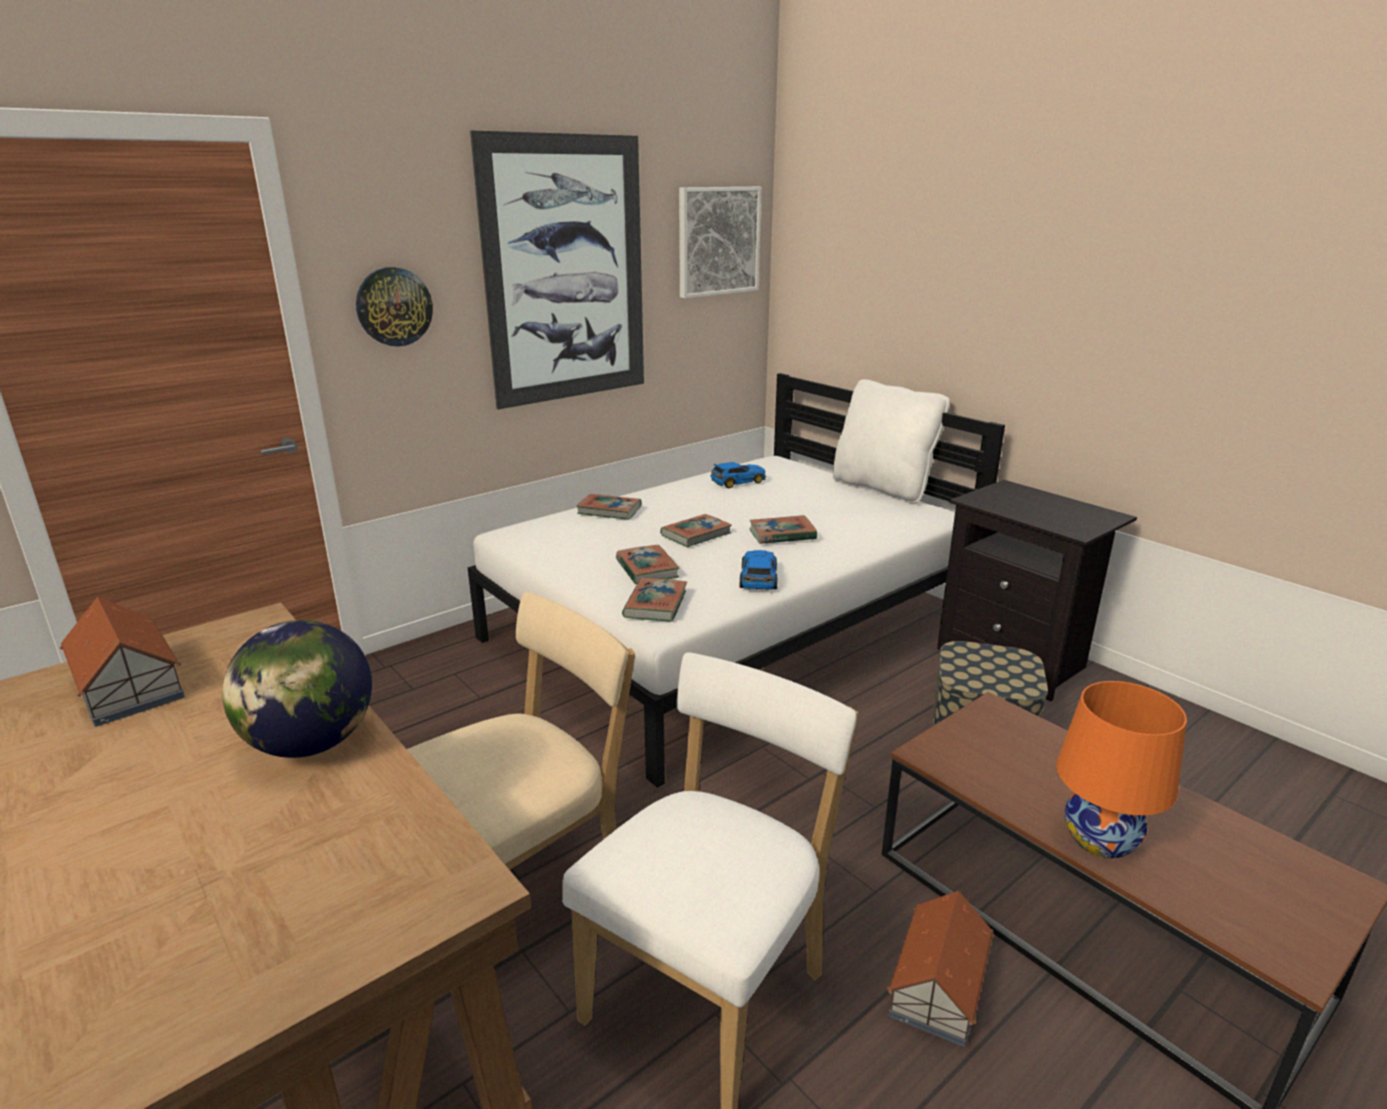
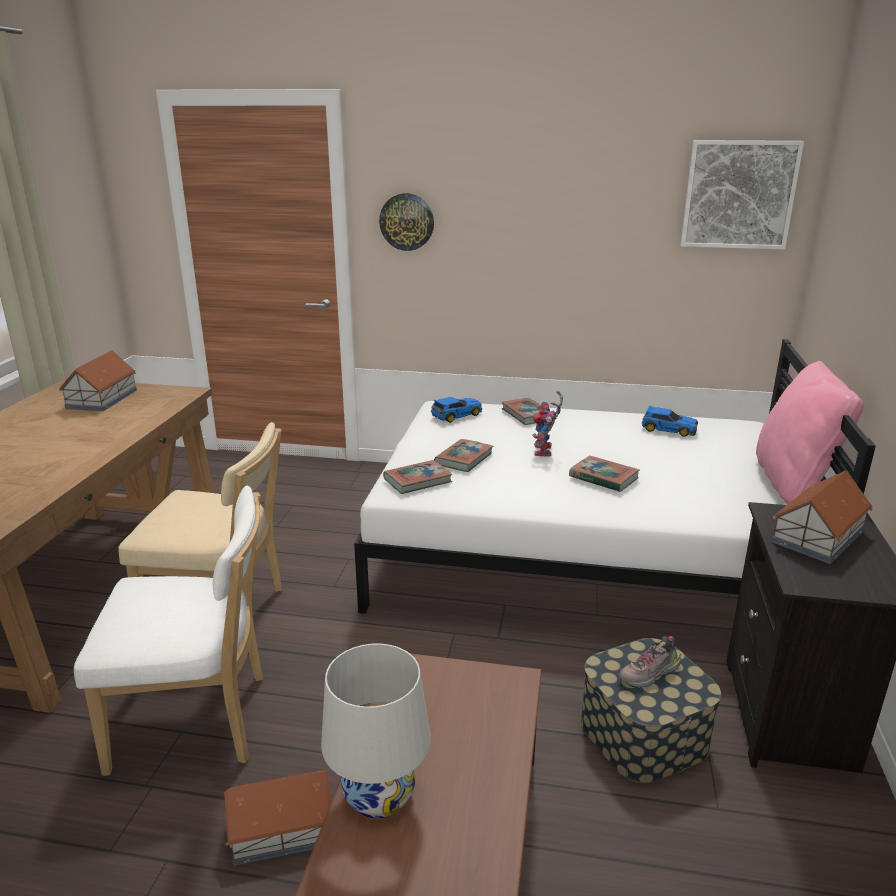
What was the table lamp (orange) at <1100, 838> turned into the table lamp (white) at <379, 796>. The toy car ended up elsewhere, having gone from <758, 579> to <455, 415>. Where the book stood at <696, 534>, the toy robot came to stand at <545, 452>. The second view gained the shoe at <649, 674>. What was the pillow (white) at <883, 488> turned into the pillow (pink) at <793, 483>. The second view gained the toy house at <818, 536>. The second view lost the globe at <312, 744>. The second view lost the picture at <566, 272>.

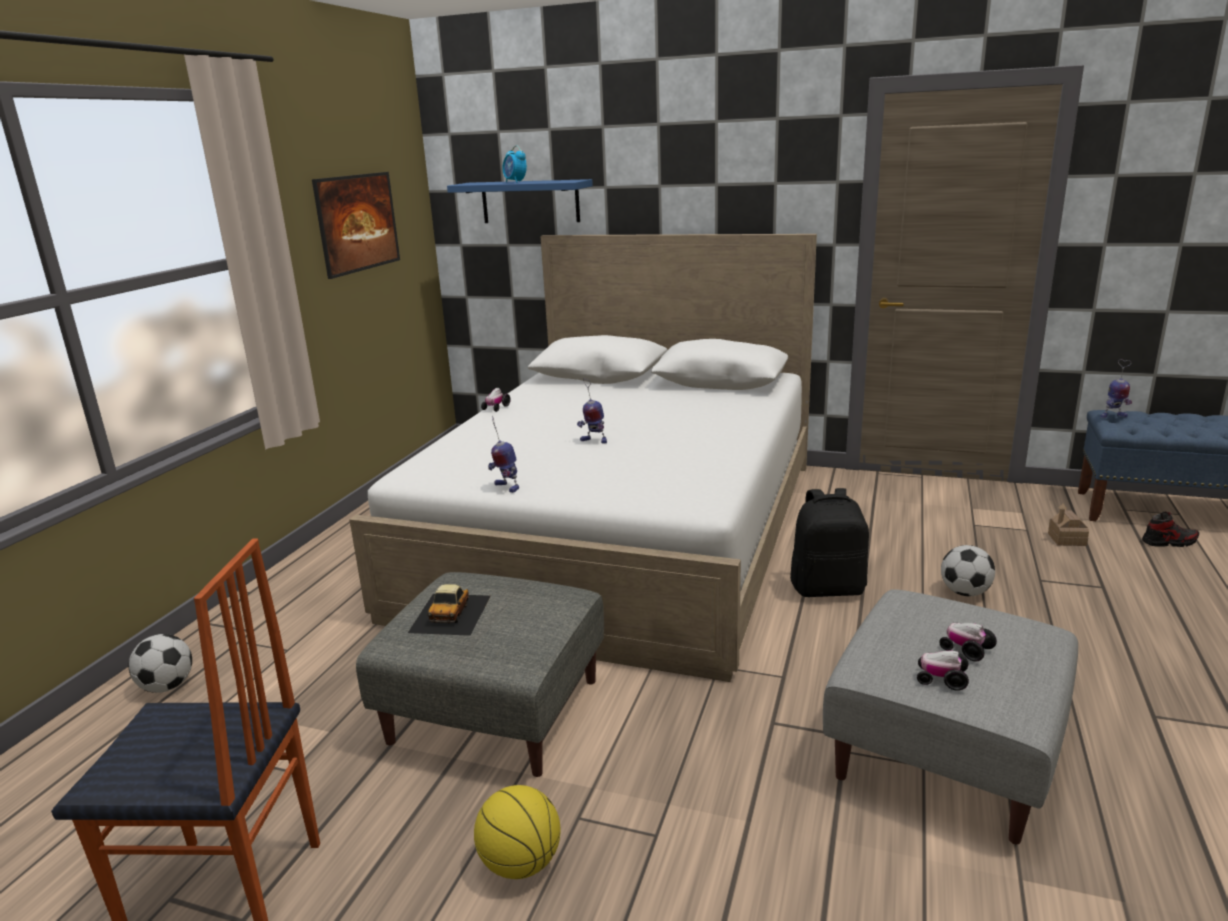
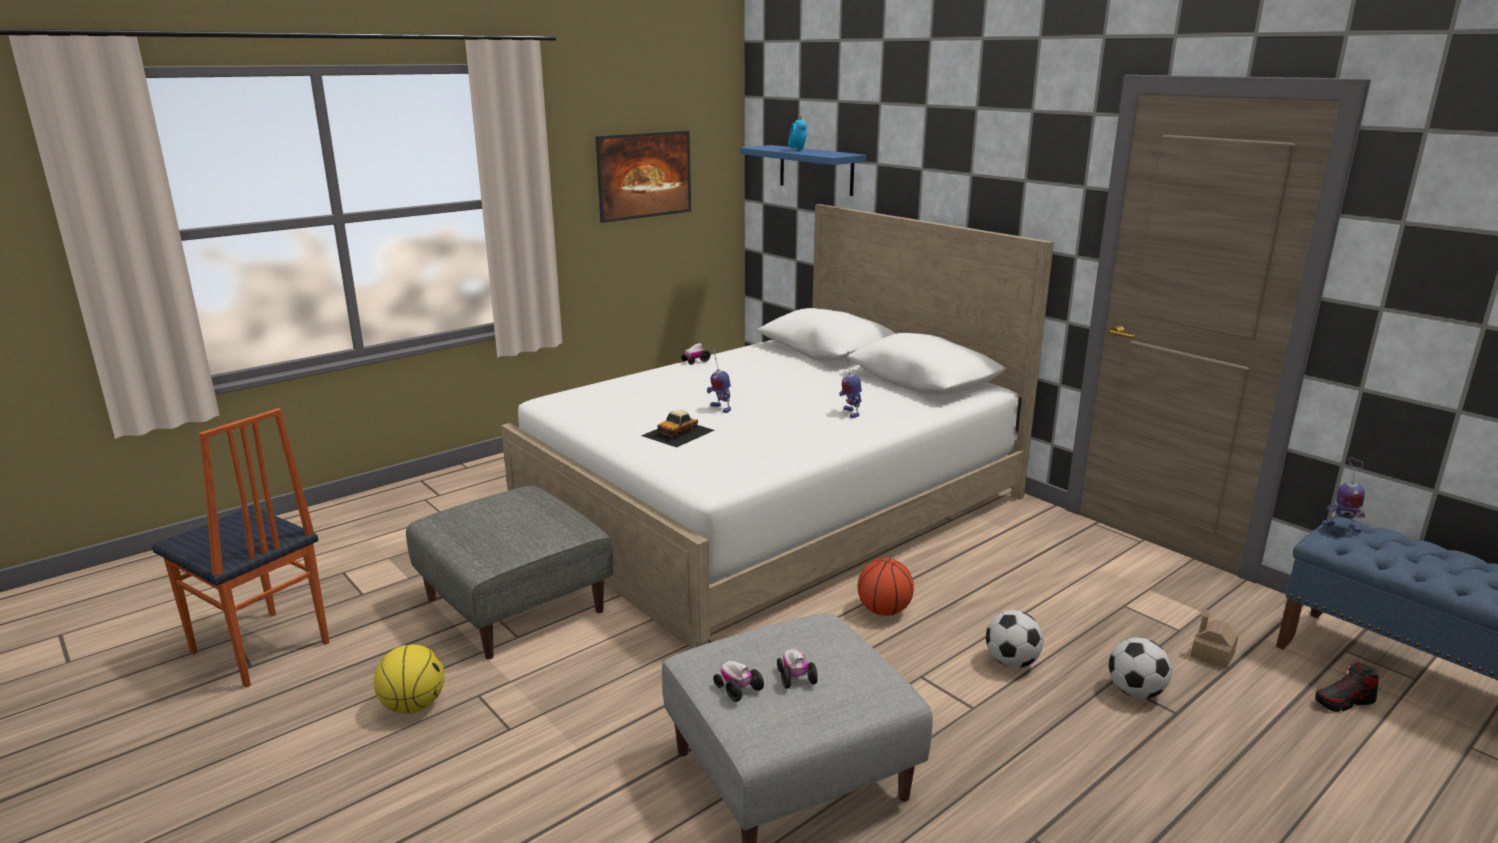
The toy car ended up elsewhere, having gone from <451, 613> to <678, 433>. The toy robot ended up elsewhere, having gone from <506, 487> to <850, 413>. Where the backpack (black) stood at <828, 588>, the basketball came to stand at <883, 611>. The football ended up elsewhere, having gone from <168, 686> to <1136, 692>. The shoe at <1169, 542> ended up facing another way, 135 degrees clockwise from before.

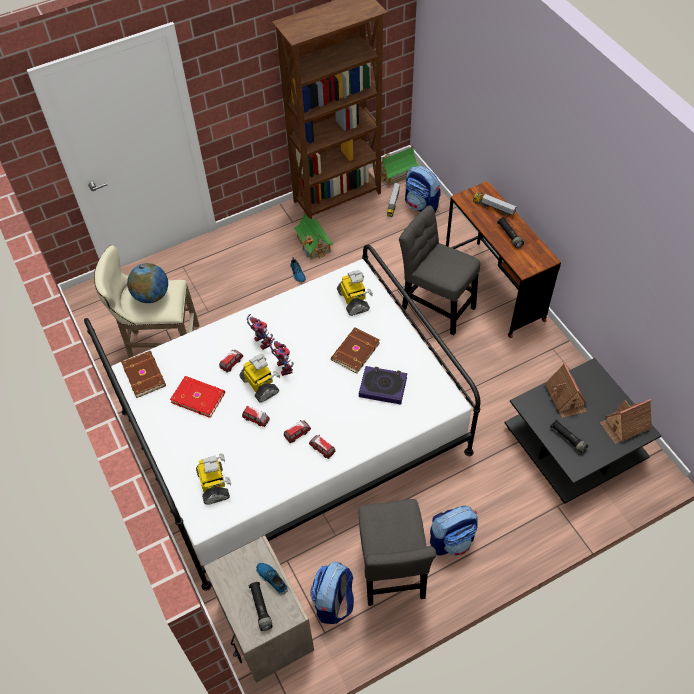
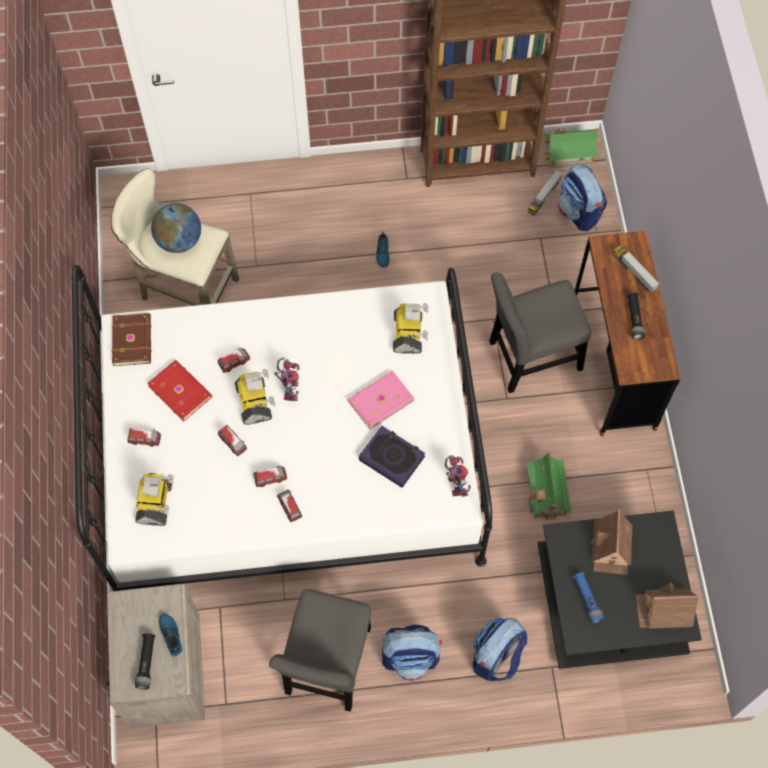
The second view gained the toy car at <145, 439>. What was the book (brown) at <354, 351> turned into the book (pink) at <379, 400>. The toy robot ended up elsewhere, having gone from <260, 341> to <454, 483>. The backpack ended up elsewhere, having gone from <334, 602> to <496, 657>. The chair (grey) at <435, 305> ended up facing another way, 75 degrees counterclockwise from before. The toy house ended up elsewhere, having gone from <314, 244> to <547, 493>. What was the flashlight (black) at <568, 438> turned into the flashlight (blue) at <587, 599>.

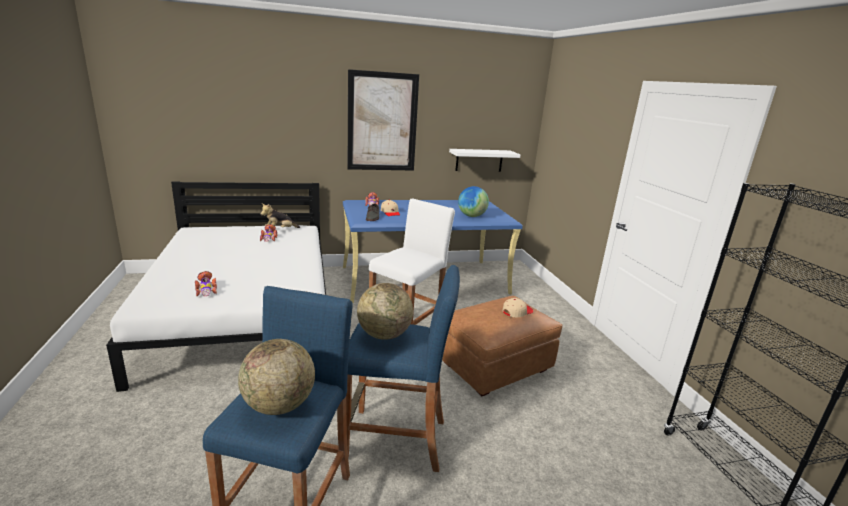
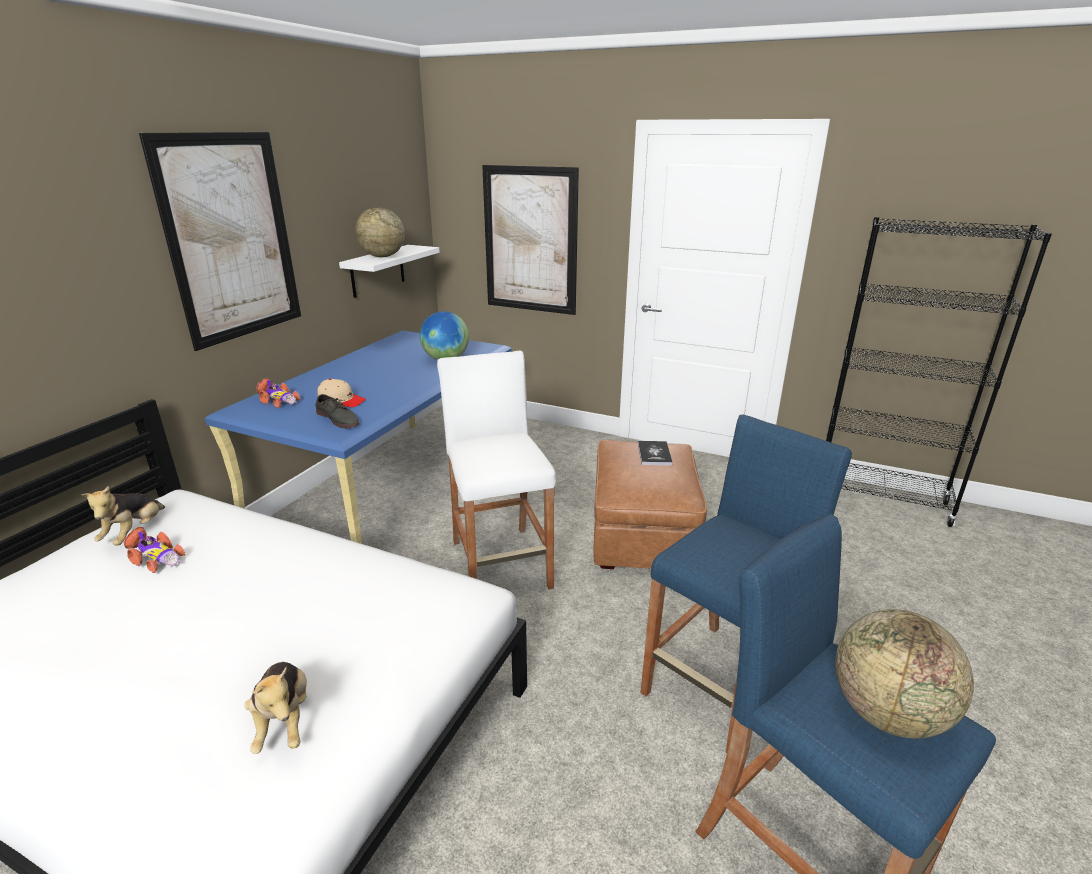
Where the toy car stood at <206, 290>, the plush toy came to stand at <284, 721>. The globe ended up elsewhere, having gone from <384, 335> to <382, 256>. The second view gained the picture at <530, 241>. Where the cap (beige) stood at <517, 312>, the book came to stand at <654, 454>.

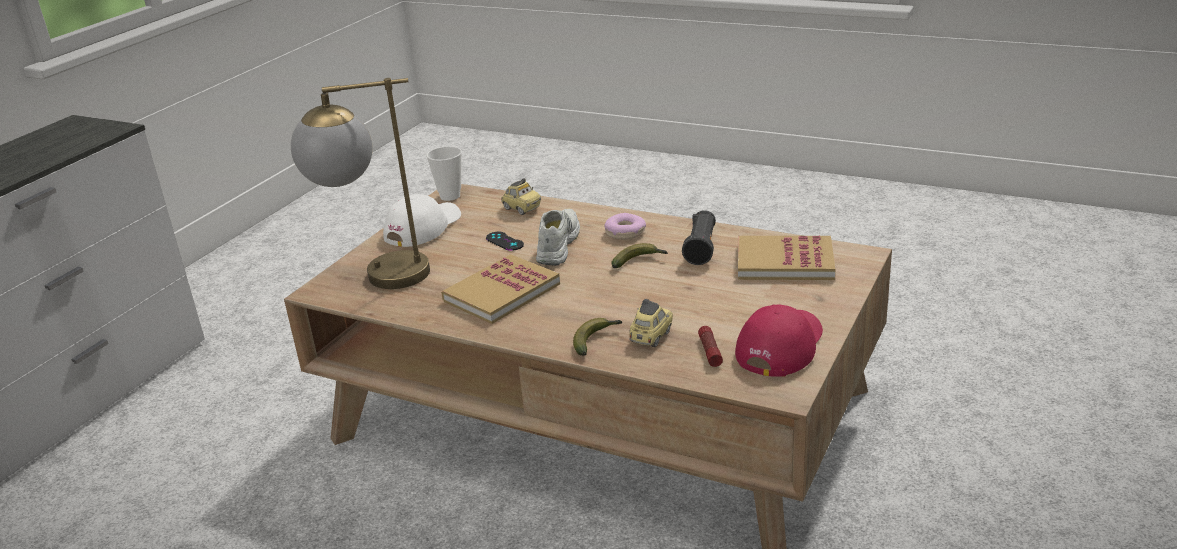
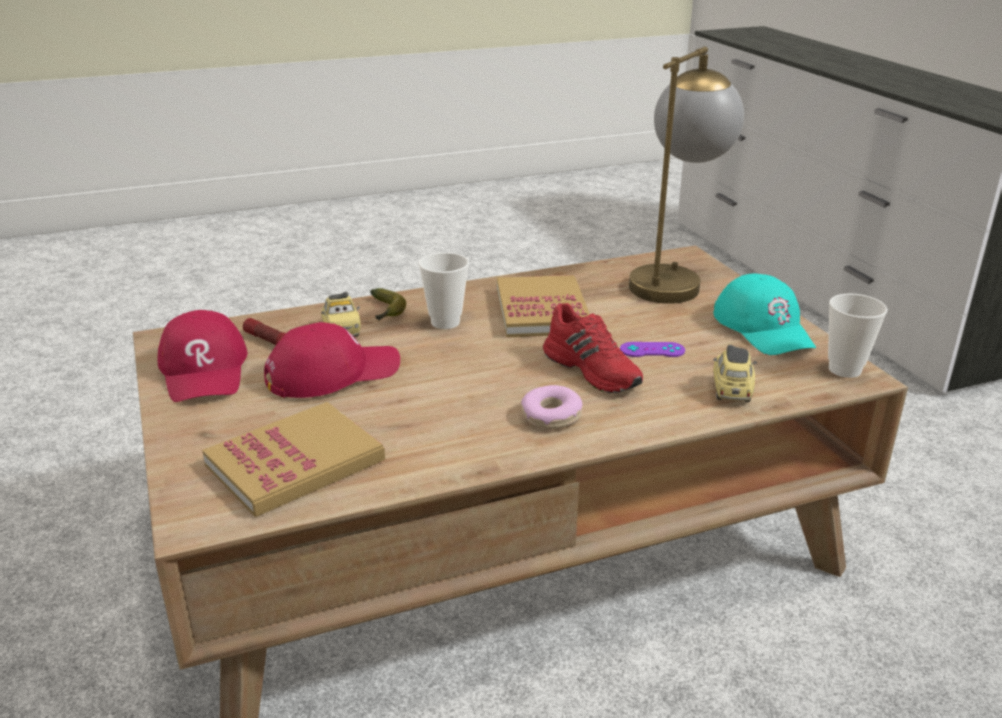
The second view gained the cap (red) at <332, 373>. The second view gained the cup at <445, 322>. What was the shoe (white) at <557, 244> turned into the shoe (red) at <593, 370>. What was the game controller (black) at <504, 241> turned into the game controller (purple) at <652, 350>. The toy car at <521, 209> ended up facing another way, 105 degrees clockwise from before. What was the cap (white) at <422, 227> turned into the cap (turquoise) at <764, 328>. The second view lost the banana at <639, 261>. The second view lost the flashlight (black) at <701, 248>.

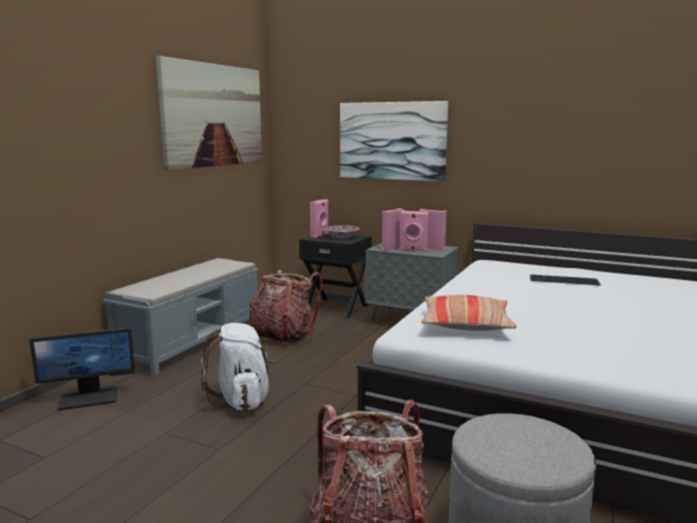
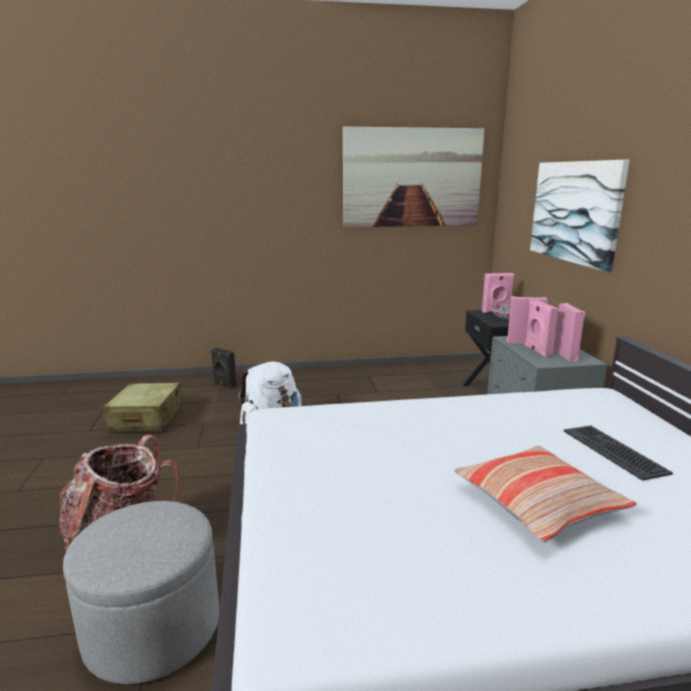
The second view gained the suitcase (beige) at <146, 418>. Where the monitor stood at <89, 398>, the speaker (black) came to stand at <224, 385>. The pillow ended up elsewhere, having gone from <466, 324> to <538, 503>. The second view lost the bench (grey) at <193, 341>. The second view lost the backpack at <283, 335>.

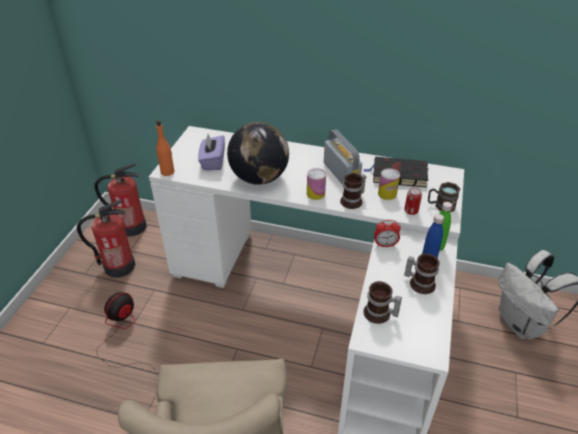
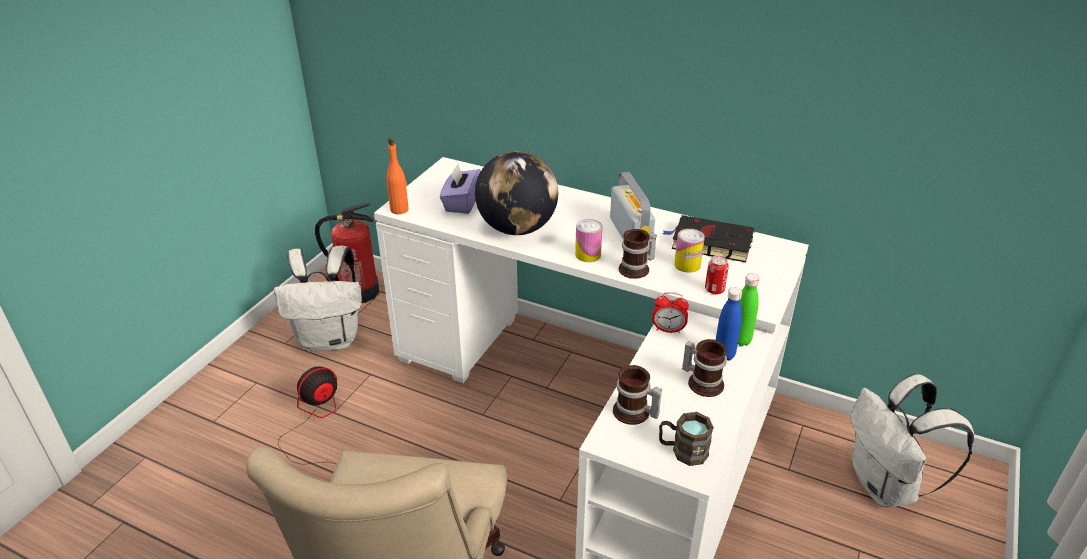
Where the fire extinguisher stood at <118, 266>, the backpack (white) came to stand at <331, 339>. The mug (brown) ended up elsewhere, having gone from <440, 206> to <682, 451>.

